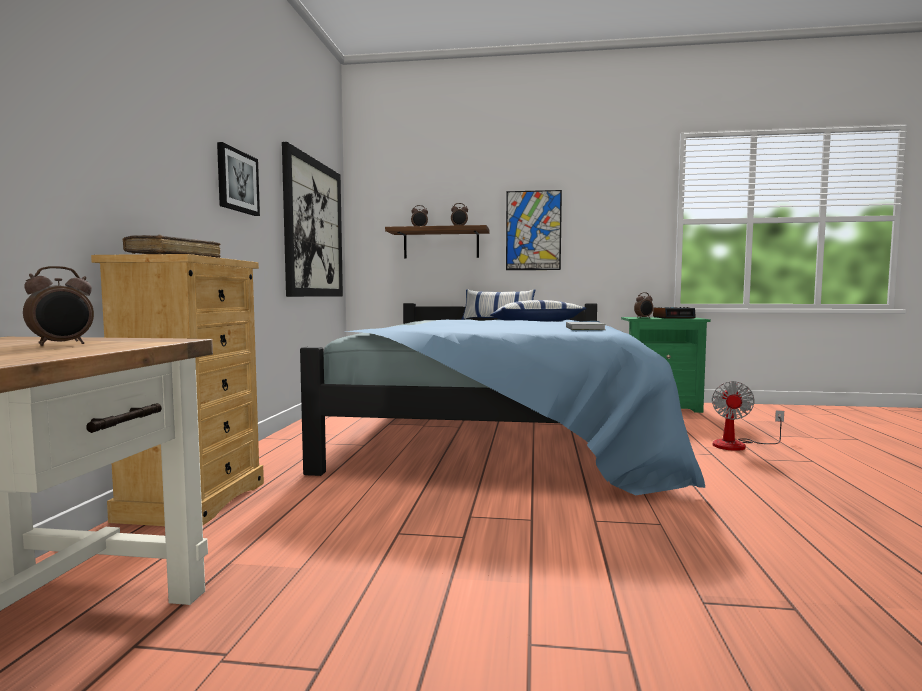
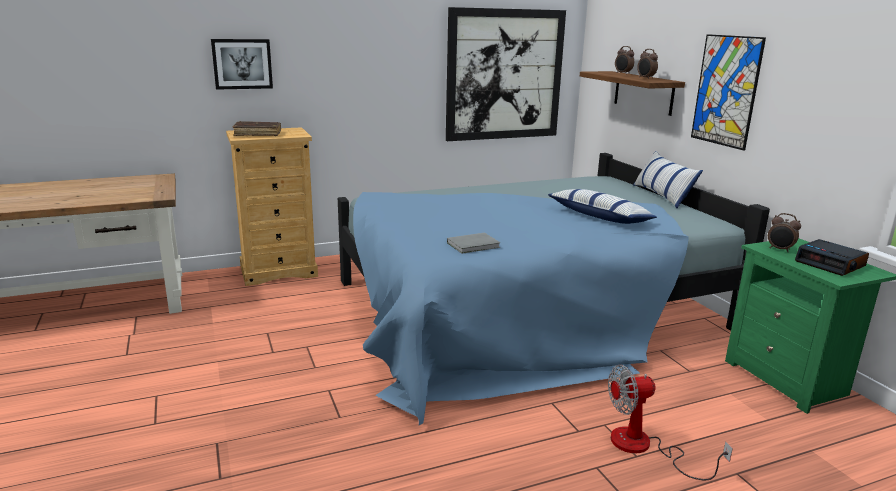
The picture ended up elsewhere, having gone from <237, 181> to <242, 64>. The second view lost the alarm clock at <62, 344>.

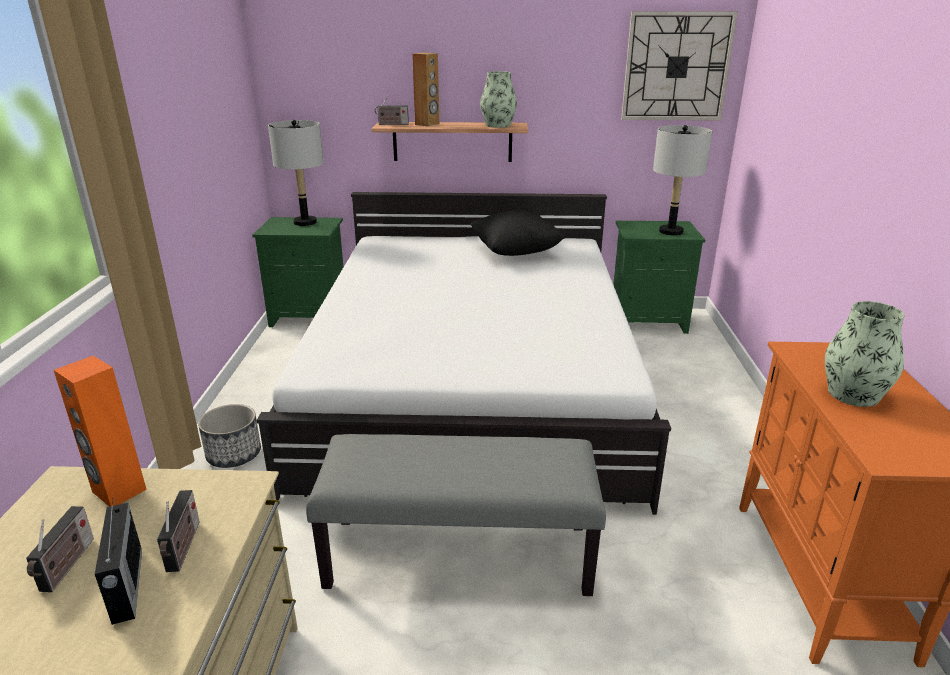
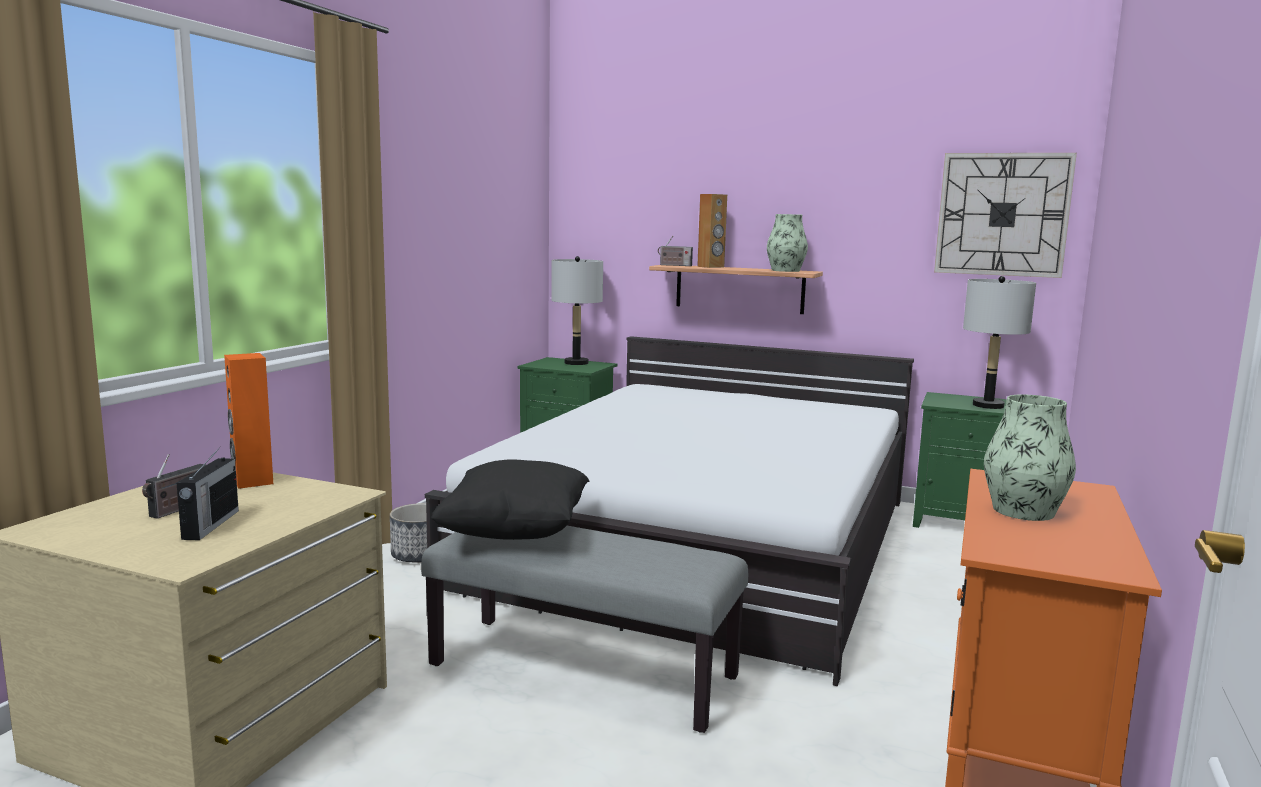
The pillow (black) ended up elsewhere, having gone from <515, 252> to <514, 533>. The second view lost the radio at <183, 548>.

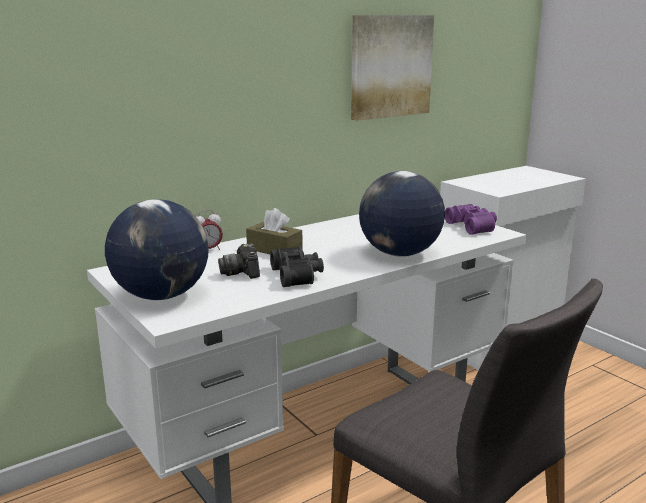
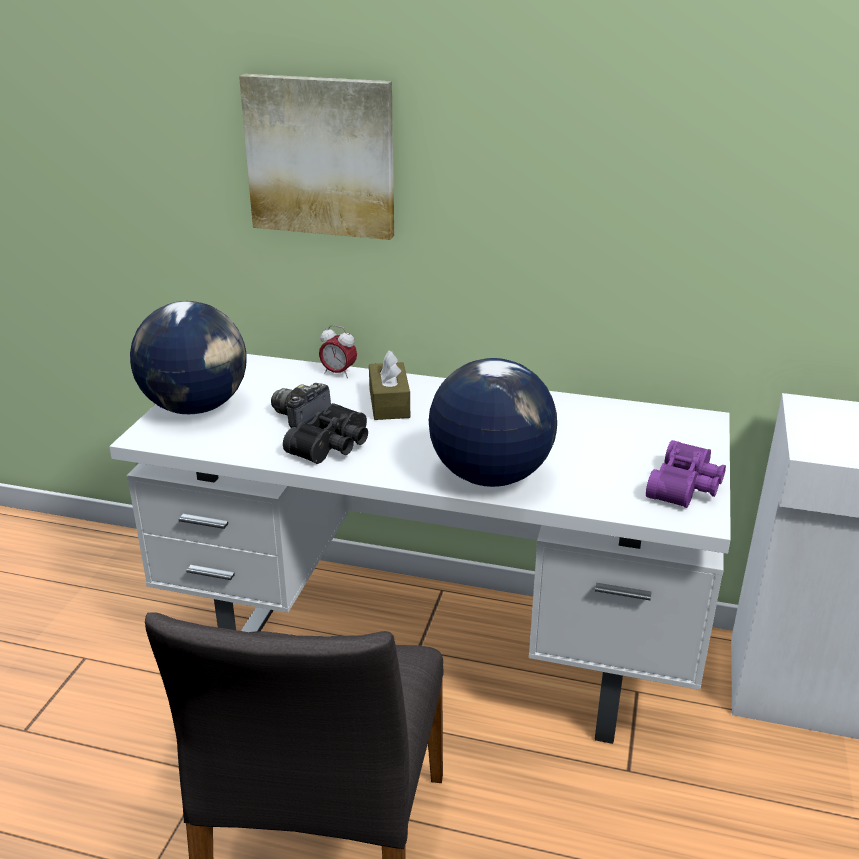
The picture ended up elsewhere, having gone from <390, 66> to <321, 156>.

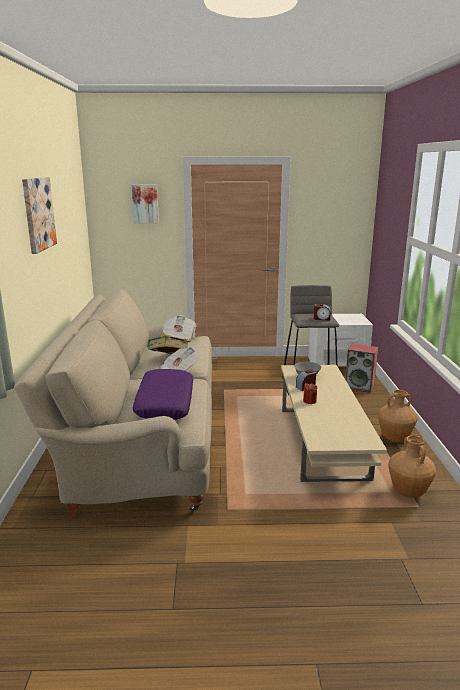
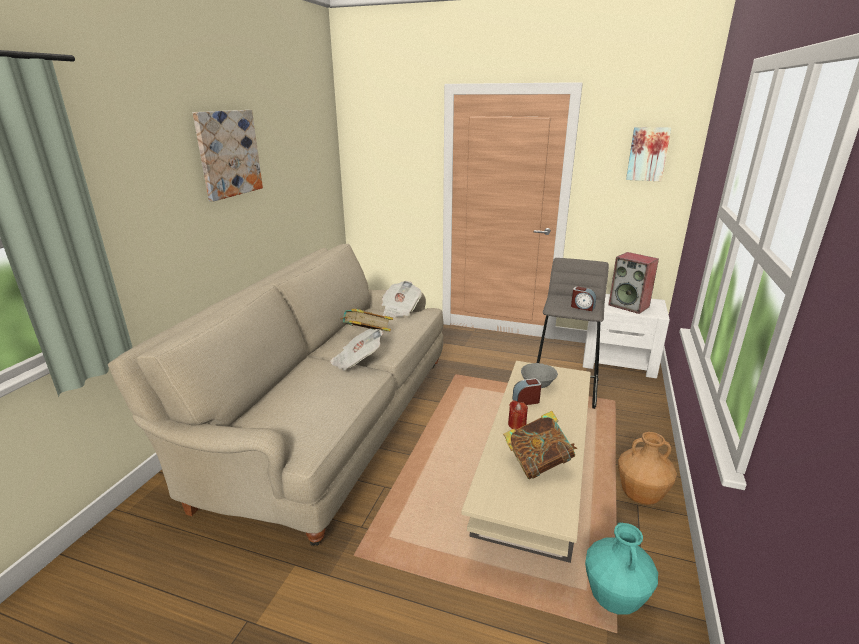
The second view gained the book at <538, 464>. What was the vase (brown) at <408, 492> turned into the vase (turquoise) at <614, 600>. The speaker ended up elsewhere, having gone from <360, 386> to <629, 306>. The picture ended up elsewhere, having gone from <145, 203> to <647, 154>. The second view lost the pillow (purple) at <165, 403>.

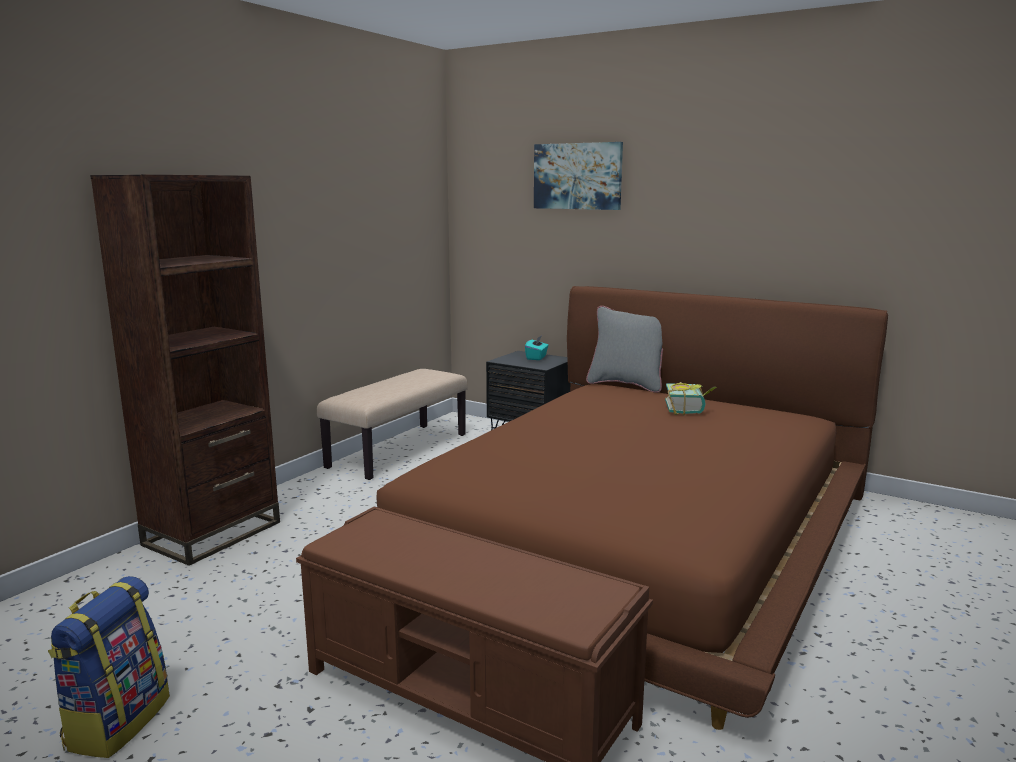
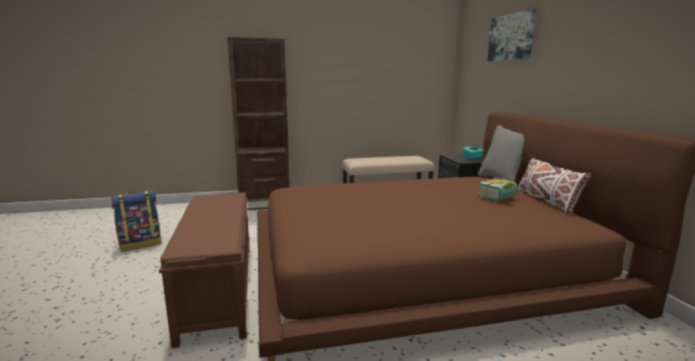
The second view gained the pillow (white) at <546, 201>.

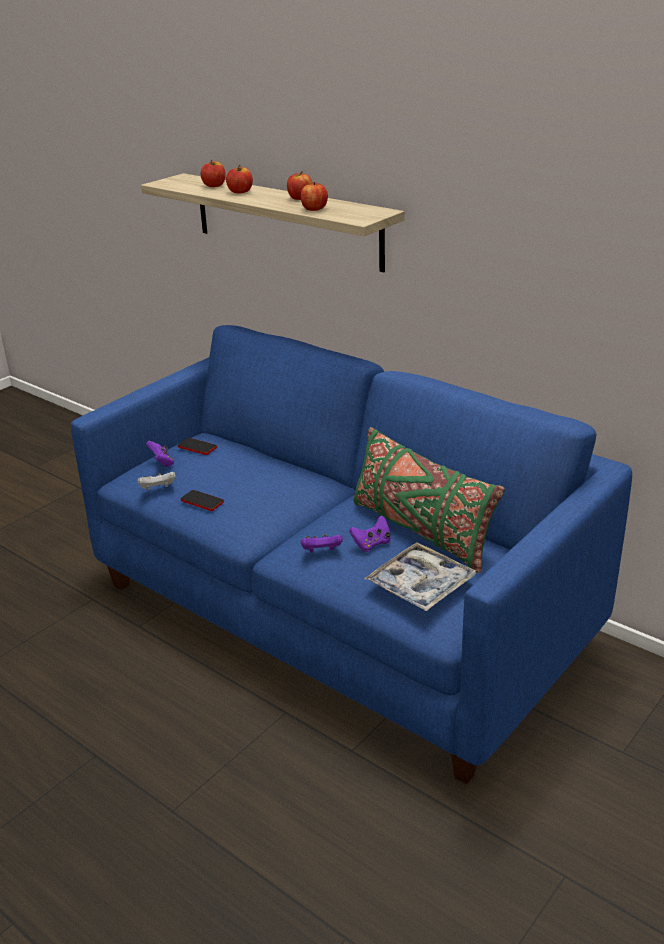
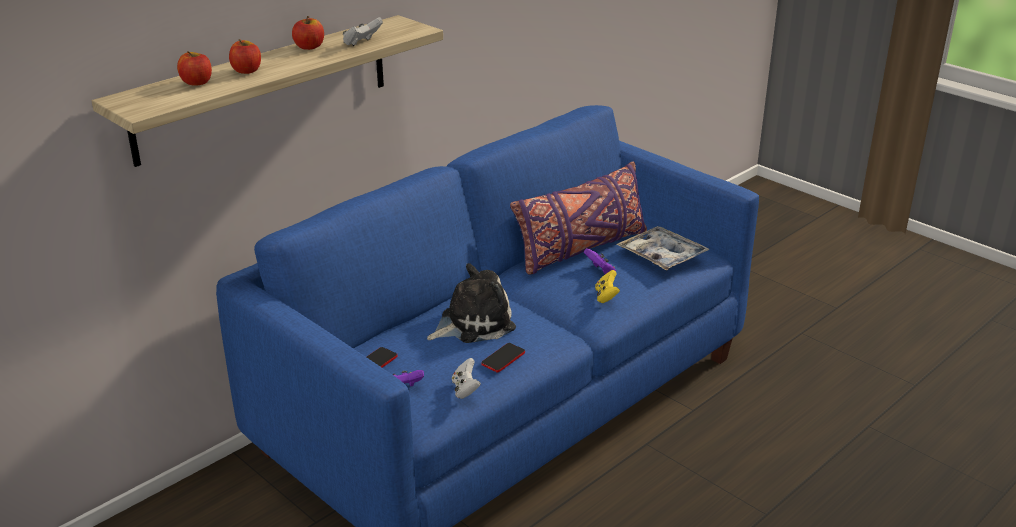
Where the apple stood at <314, 209>, the game controller (white) came to stand at <362, 43>. The second view gained the plush toy at <473, 323>. What was the pillow (green) at <421, 530> turned into the pillow (purple) at <580, 249>. What was the game controller (purple) at <321, 551> turned into the game controller (yellow) at <606, 296>.

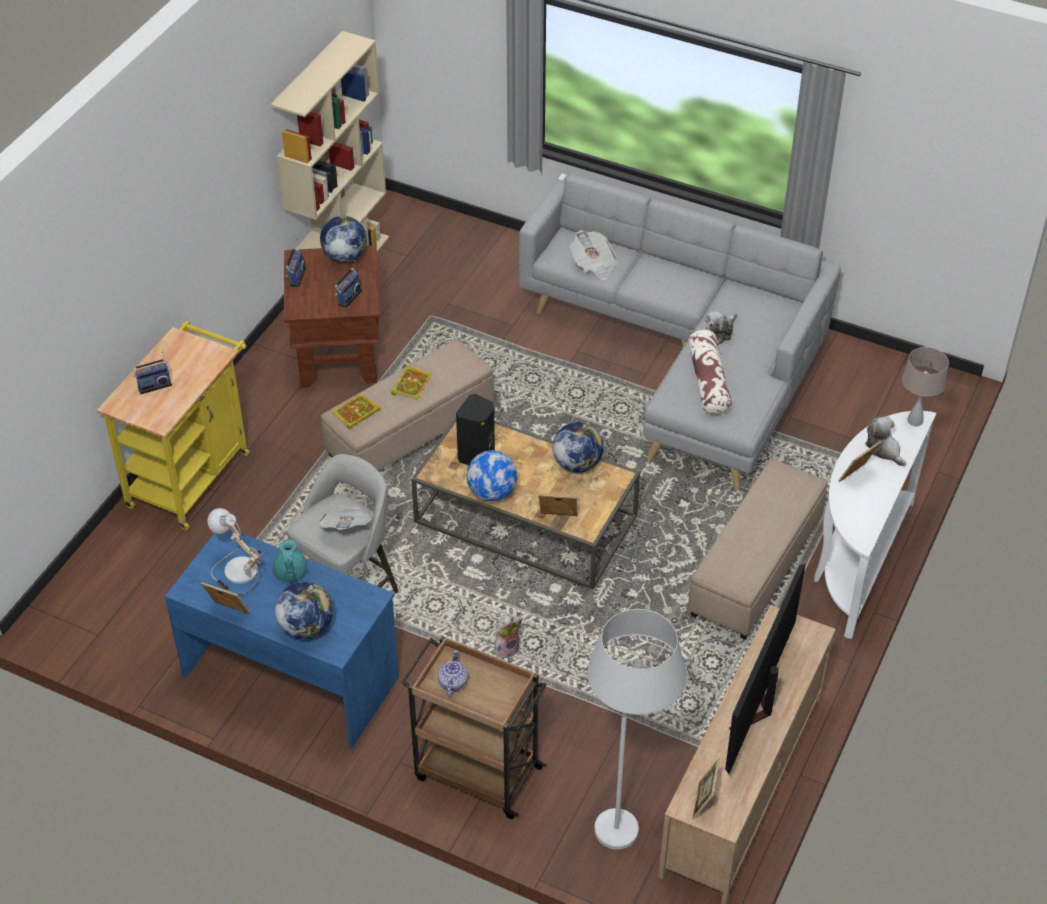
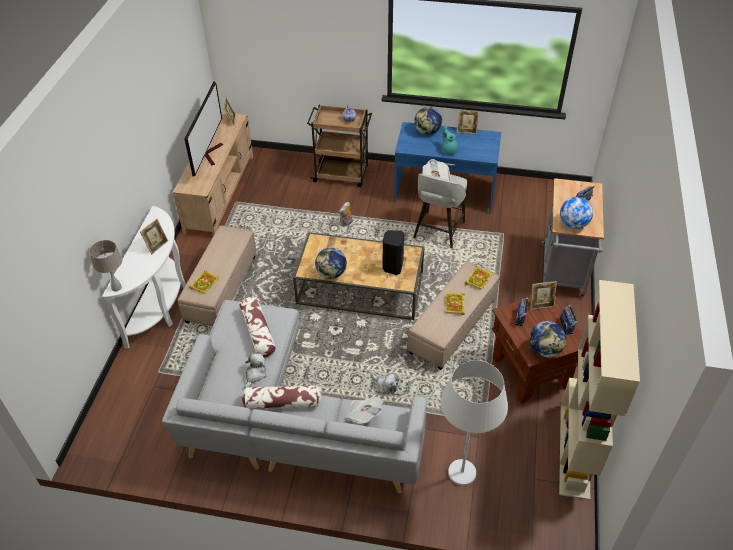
The second view gained the book at <204, 283>. The second view gained the pillow at <282, 402>. The plush toy ended up elsewhere, having gone from <884, 450> to <386, 386>. The floor lamp (white) ended up elsewhere, having gone from <626, 810> to <460, 487>. The picture frame ended up elsewhere, having gone from <558, 519> to <541, 304>. What was the cart (yellow) at <193, 473> turned into the cart (grey) at <562, 274>. The globe ended up elsewhere, having gone from <492, 493> to <573, 224>. The second view lost the table lamp at <237, 571>.

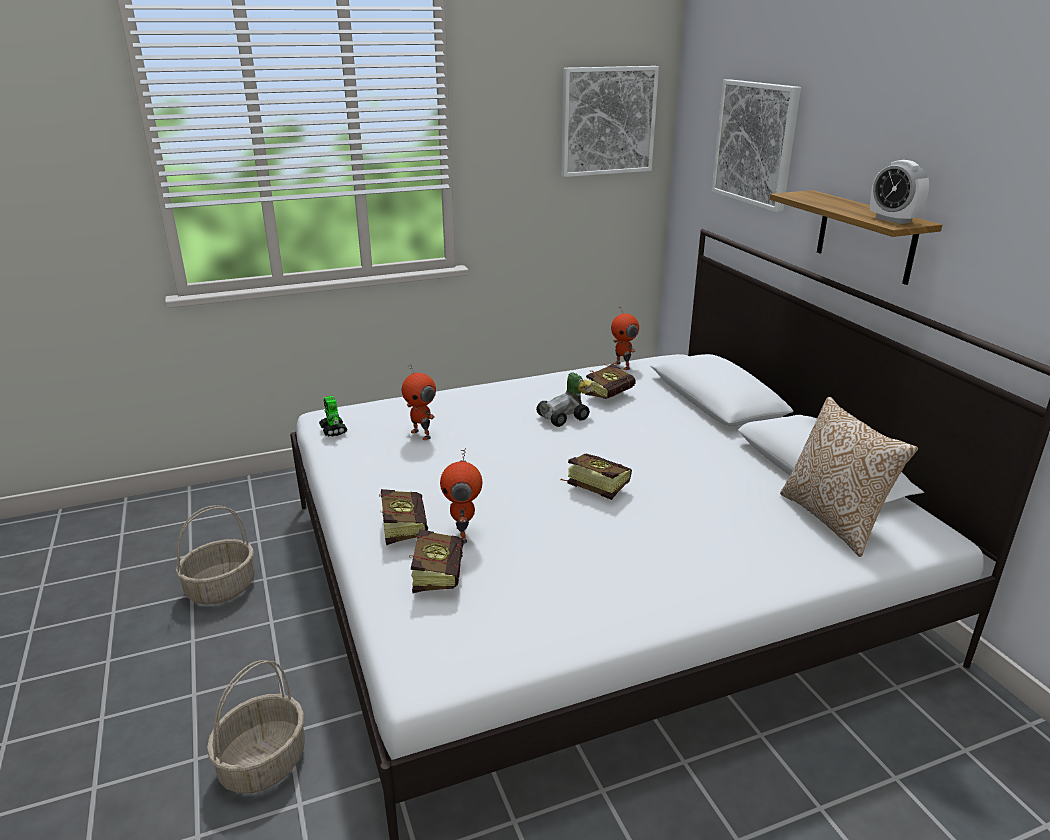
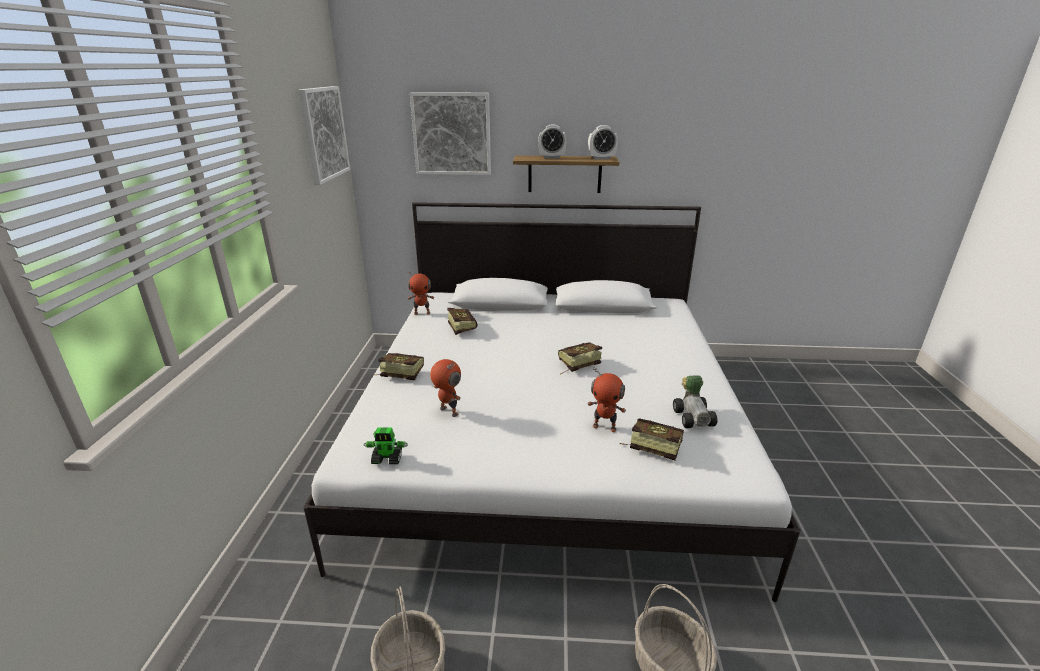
The book ended up elsewhere, having gone from <403, 527> to <398, 374>. The toy robot at <422, 434> ended up facing another way, 120 degrees counterclockwise from before. The second view gained the alarm clock at <551, 157>. The toy car ended up elsewhere, having gone from <566, 417> to <693, 416>. The second view lost the pillow at <834, 519>.

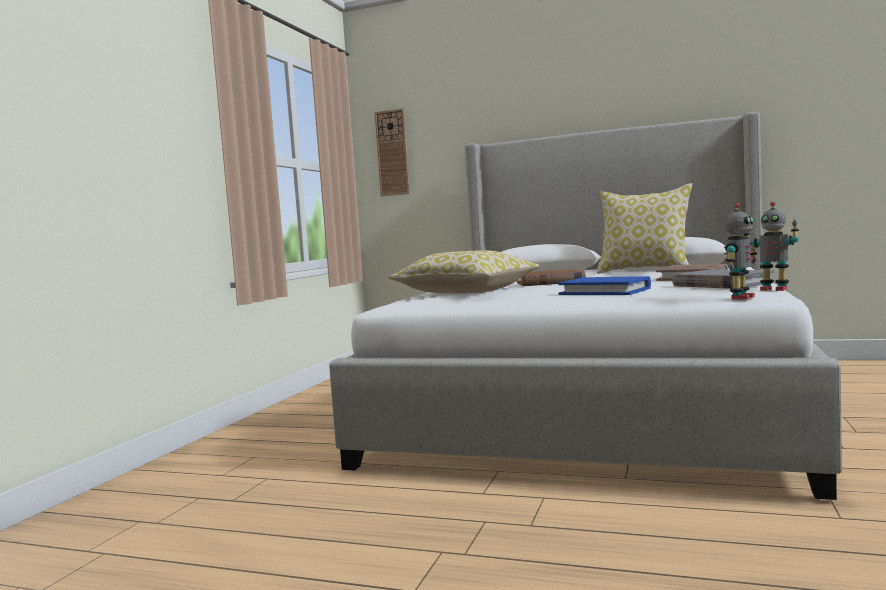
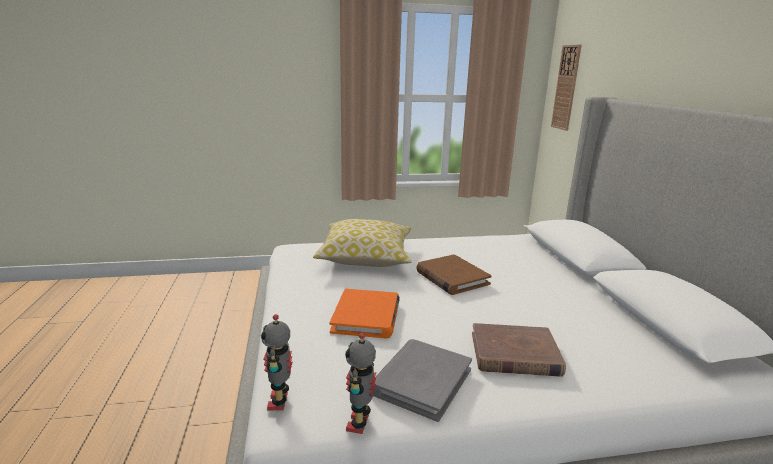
The toy robot at <740, 298> ended up facing another way, 75 degrees clockwise from before. What was the book (blue) at <605, 291> turned into the book (orange) at <366, 317>. The second view lost the pillow at <645, 271>.

